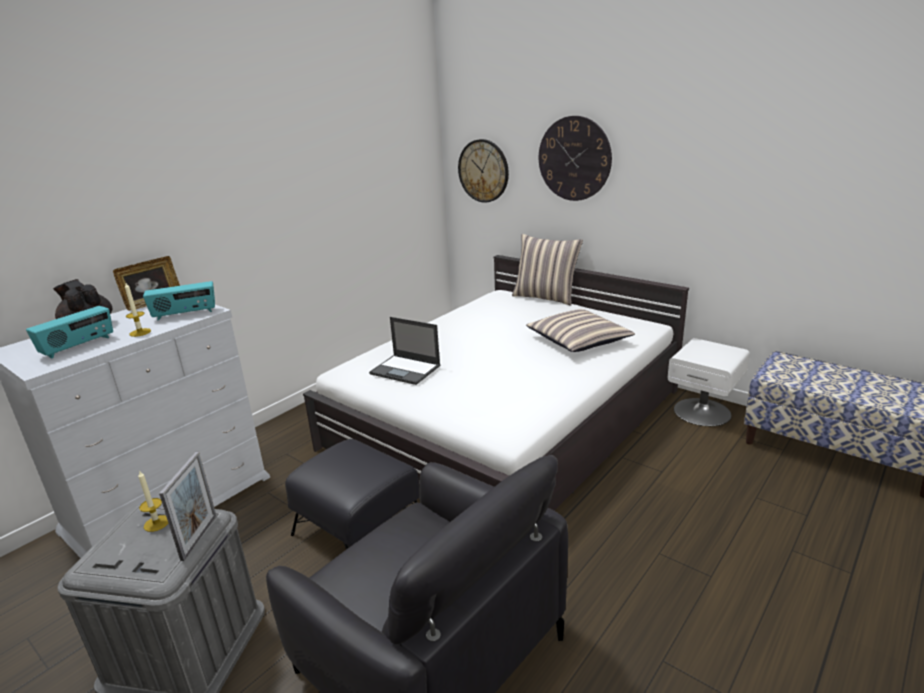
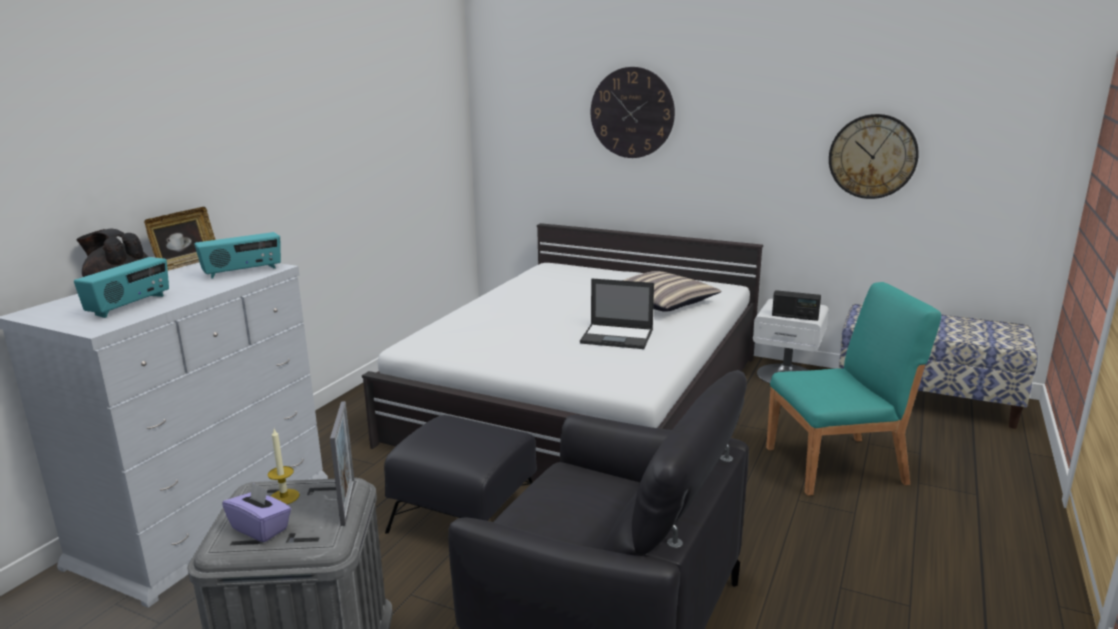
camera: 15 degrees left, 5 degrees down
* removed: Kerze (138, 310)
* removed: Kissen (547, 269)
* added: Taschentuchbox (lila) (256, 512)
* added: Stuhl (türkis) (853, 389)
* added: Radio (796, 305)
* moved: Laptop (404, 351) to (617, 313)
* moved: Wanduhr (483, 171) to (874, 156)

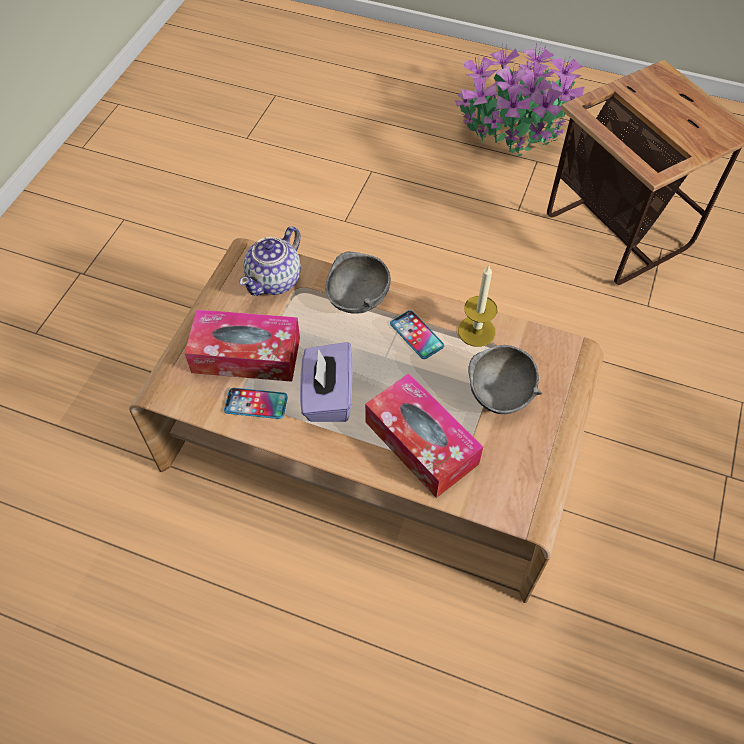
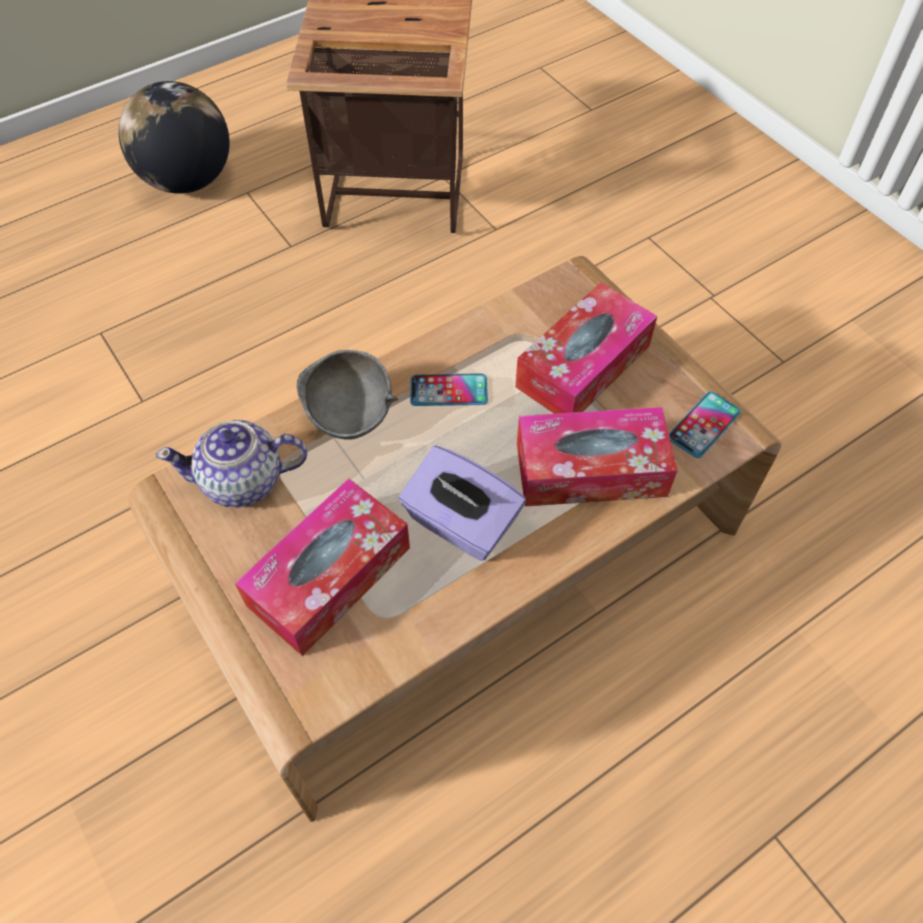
camera: 55 degrees left, 0 degrees up
* removed: Kerze (478, 306)
* moved: Handy (256, 403) to (705, 425)
* replaced: Topfpflanze (520, 99) to Globus (174, 137)
* replaced: Schüssel (grau) (505, 379) to Taschentuchbox (586, 348)
* turned: Teekanne (270, 261) = (231, 463) 105 degrees clockwise

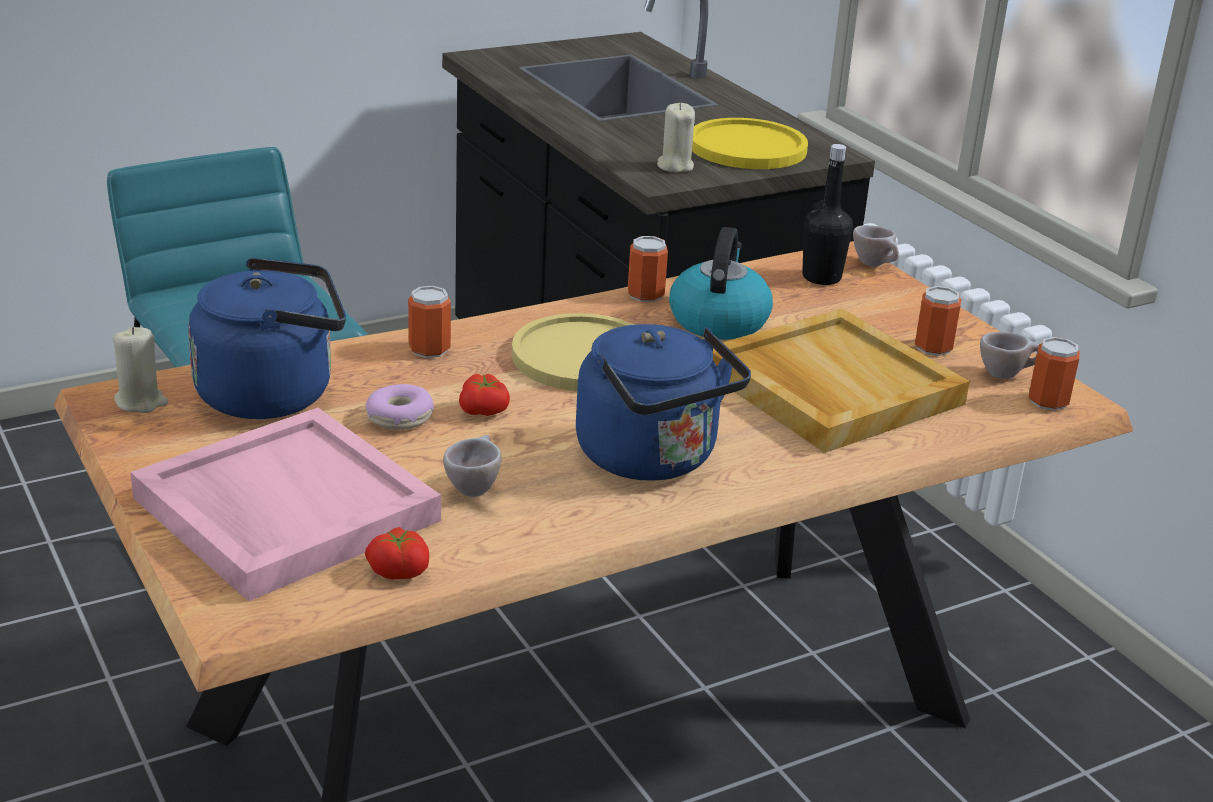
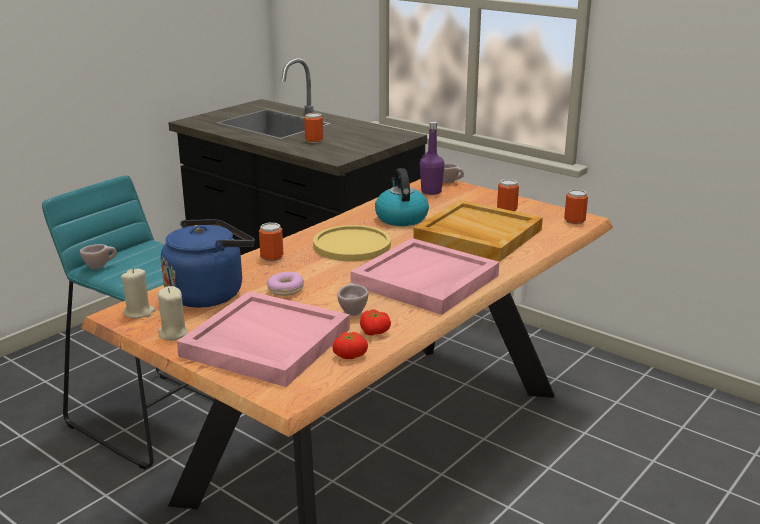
camera: 20 degrees left, 5 degrees down
* removed: Teller (gelb) (750, 143)
* moved: Tomate (484, 395) to (375, 322)
* moved: Dose (648, 269) to (313, 128)
* moved: Kerze (beige) (676, 137) to (173, 313)
* moved: Tasse (beige) (1009, 355) to (98, 256)
* replaced: Wasserkessel (blau) (663, 402) to Tablett (rosa) (425, 276)
* recoloured: Flasche (schwarz) (827, 214) to Flasche (lila) (432, 158)

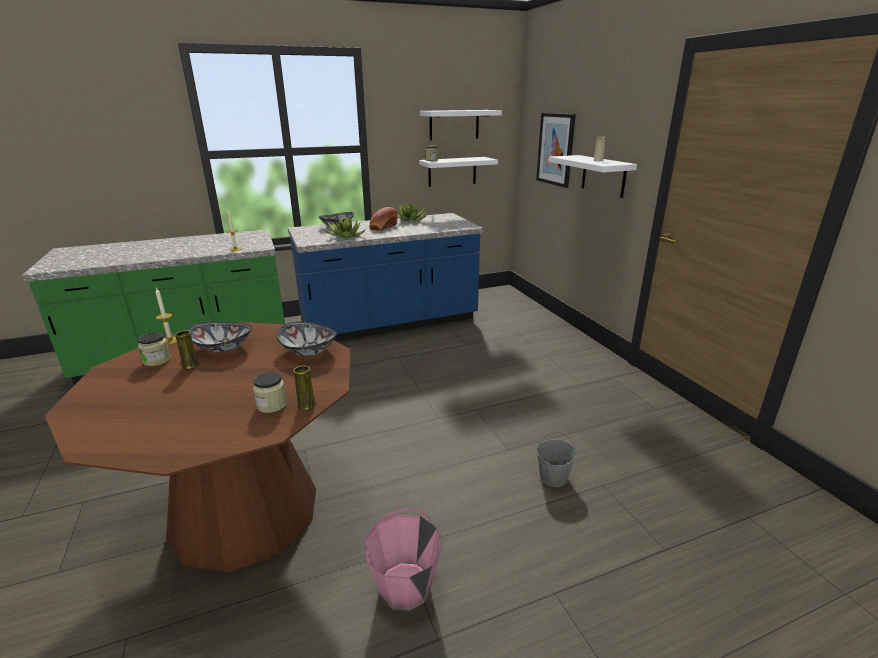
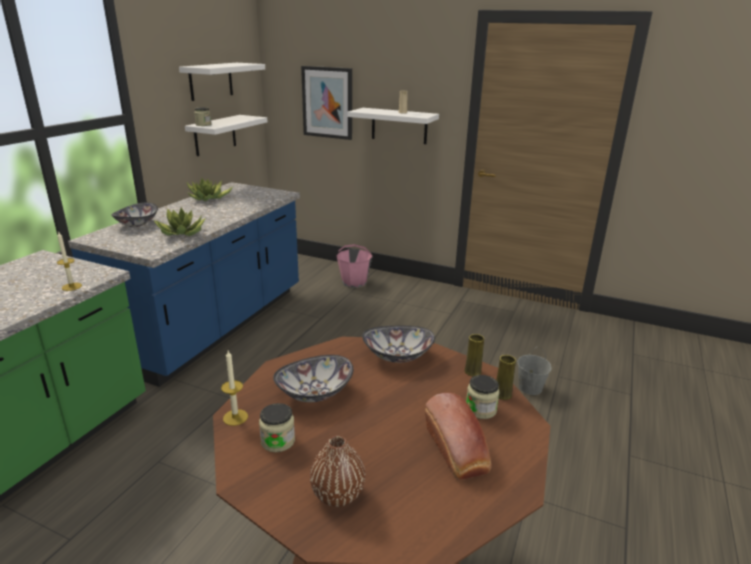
camera: 45 degrees left, 0 degrees up
* added: Vase (braun) (337, 470)
* moved: Vase (gelb) (187, 349) to (474, 355)
* moved: Eimer (rosa) (403, 559) to (355, 265)
* moved: Brot (383, 219) to (458, 436)

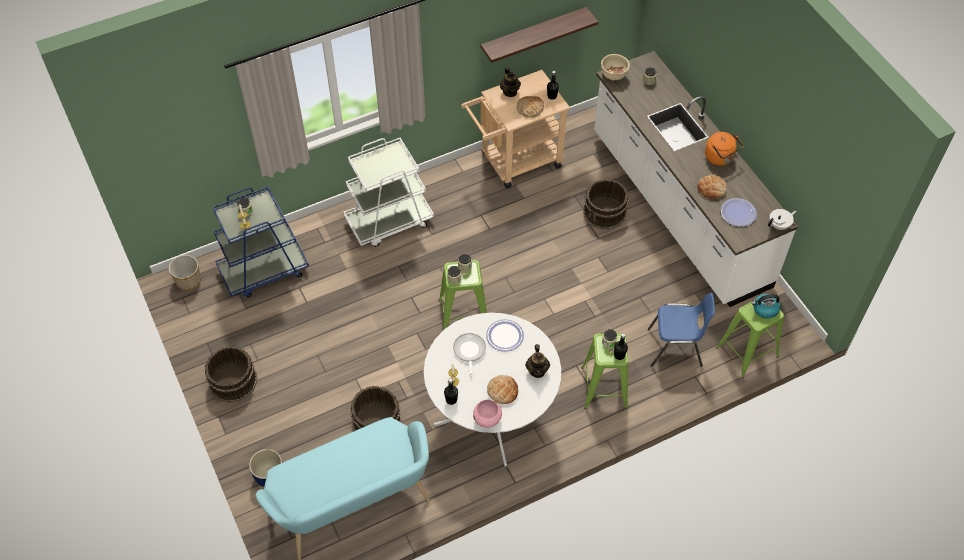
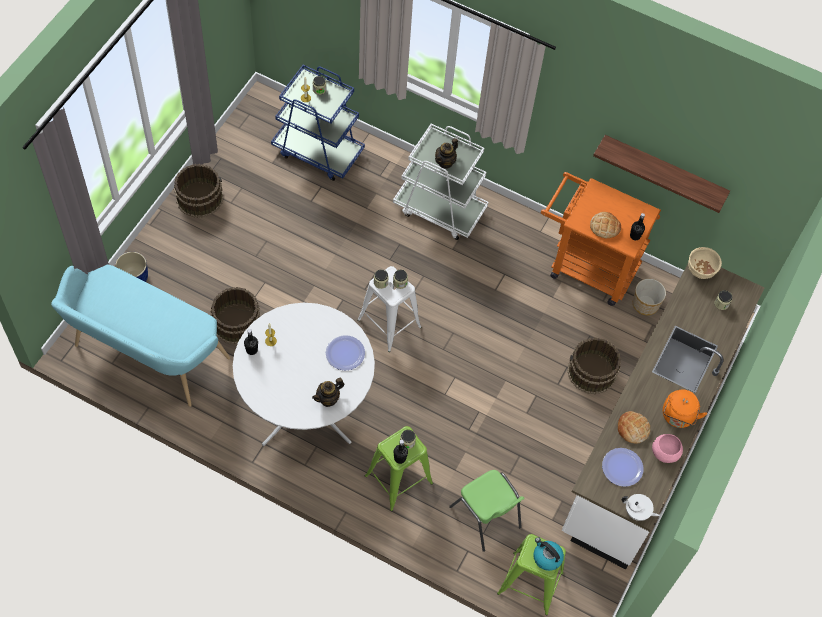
camera: 50 degrees right, 5 degrees up
* removed: Pfanne (469, 354)
* removed: Brot (502, 389)
* moved: Pflanzkübel (185, 272) to (649, 297)
* moved: Schüssel (rosa) (487, 414) to (667, 448)
* moved: Teekanne (510, 82) to (446, 153)
* recoloured: Hocker (grün) (463, 295) to Hocker (weiß) (389, 309)
* recoloured: Rollwagen (beige) (515, 129) to Rollwagen (orange) (601, 239)
* recoloured: Stuhl (blau) (681, 330) to Stuhl (grün) (486, 511)

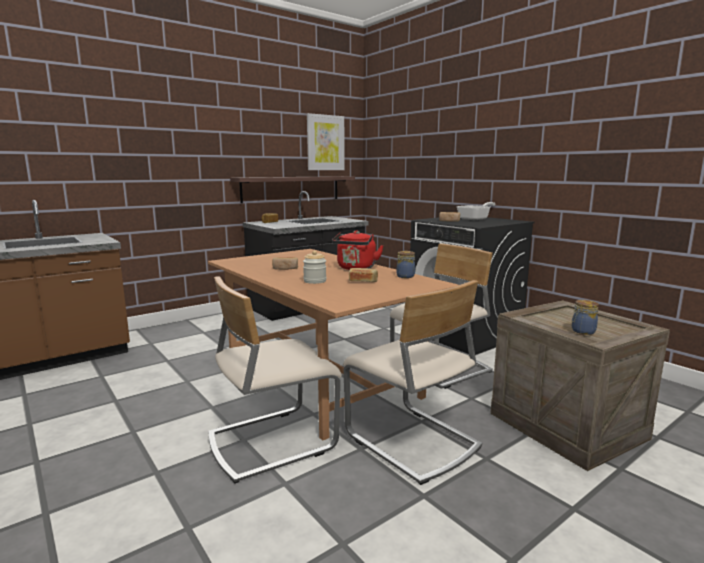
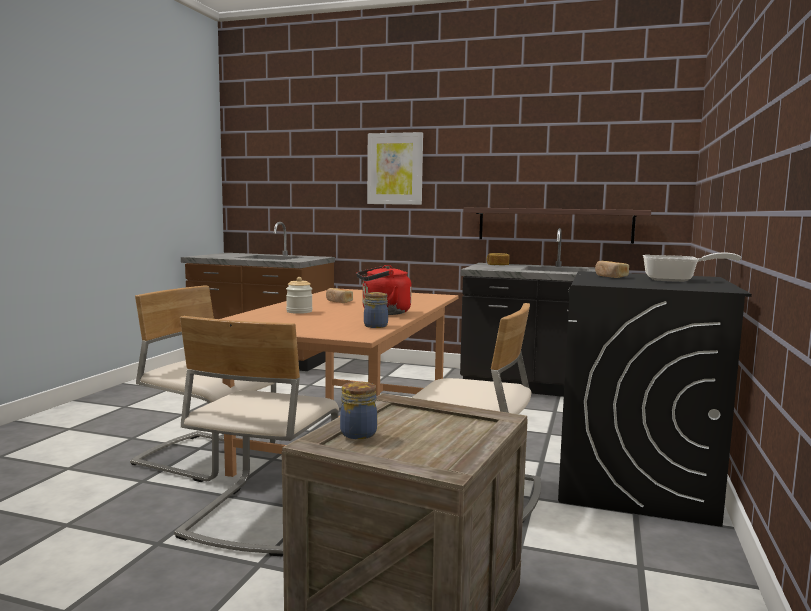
camera: 55 degrees right, 5 degrees down
* removed: Brot (363, 275)
* moved: Bild (326, 141) to (395, 168)

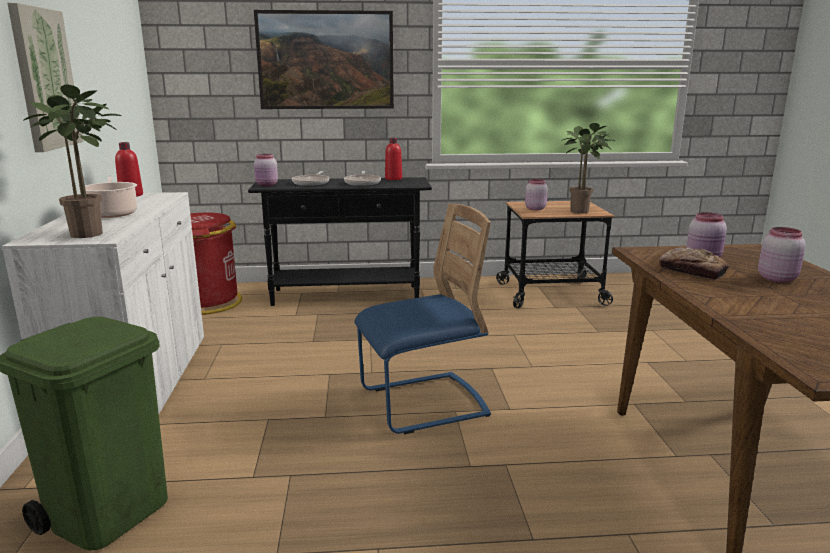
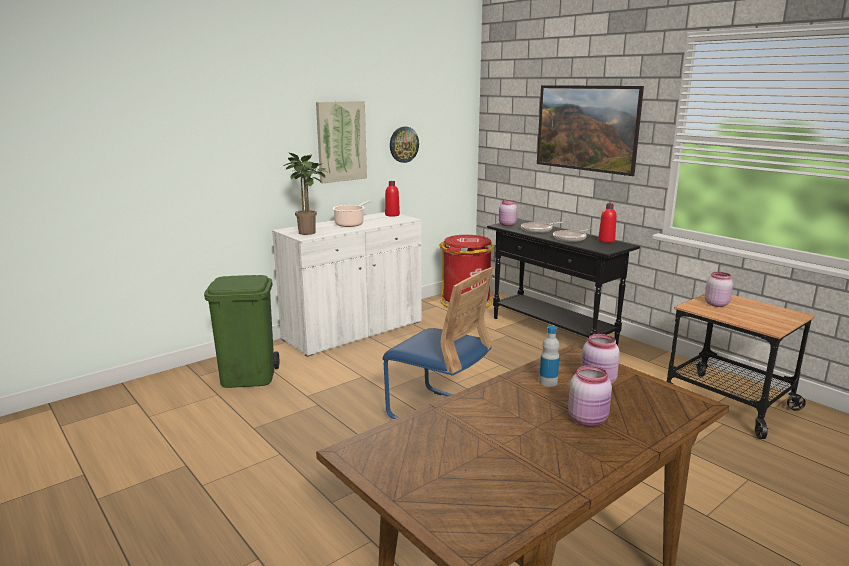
camera: 55 degrees right, 0 degrees up
* removed: Topfpflanze (588, 168)
* added: Wanduhr (404, 145)
* replaced: Brot (694, 263) to Flasche (549, 356)

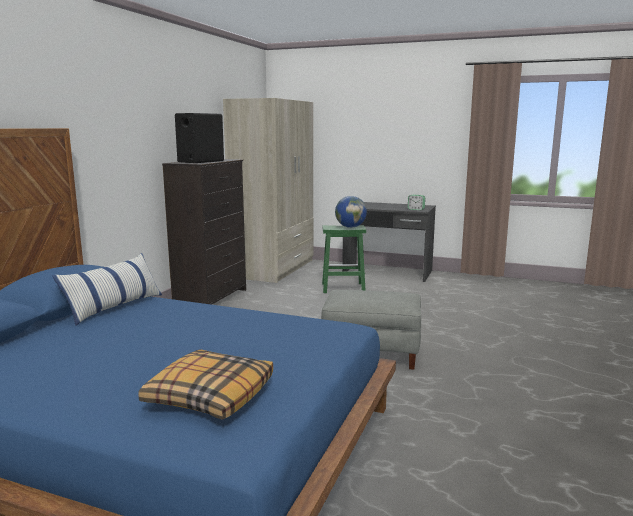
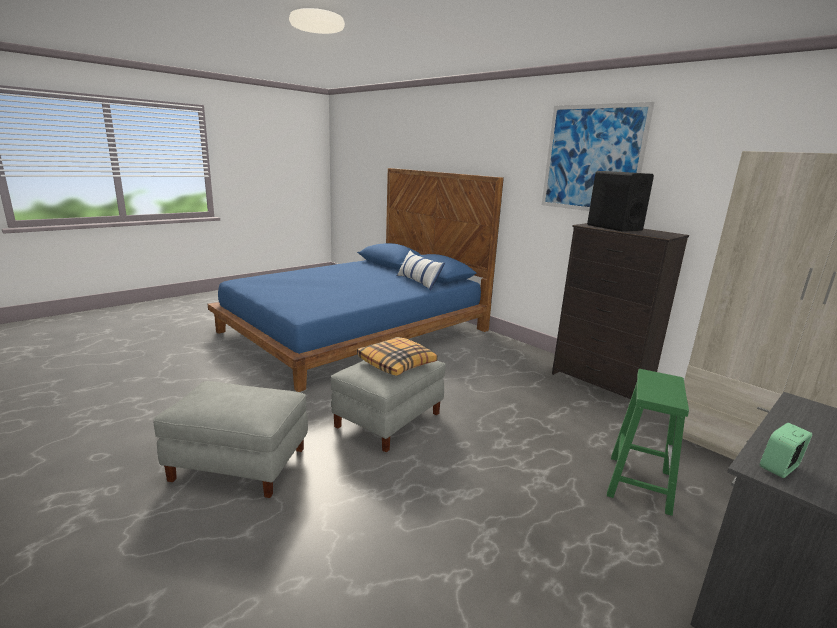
camera: 115 degrees right, 5 degrees up
* removed: Globus (351, 212)
* added: Polsterhocker (grau) (230, 439)
* added: Bild (598, 156)
* moved: Kissen (205, 384) to (397, 356)

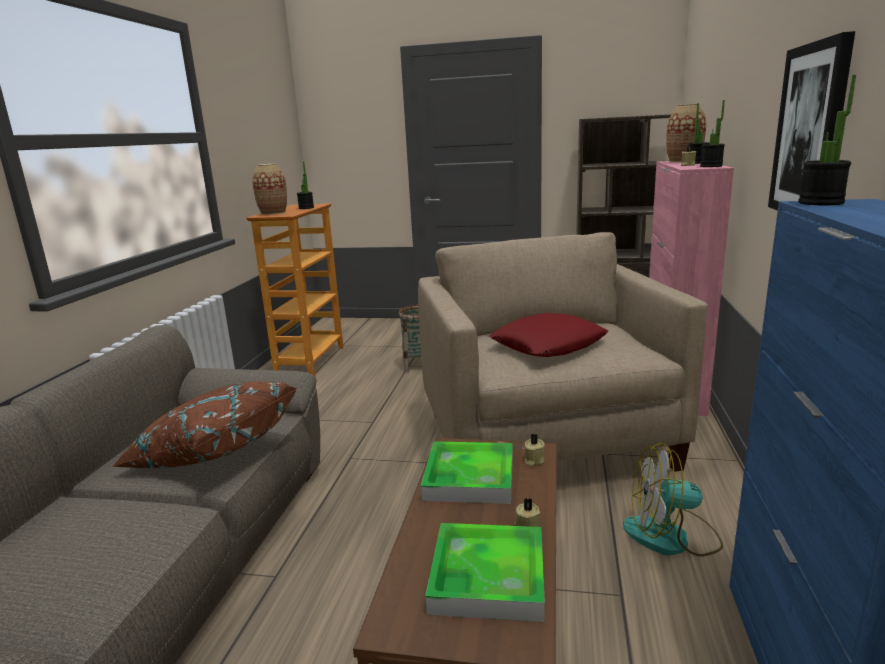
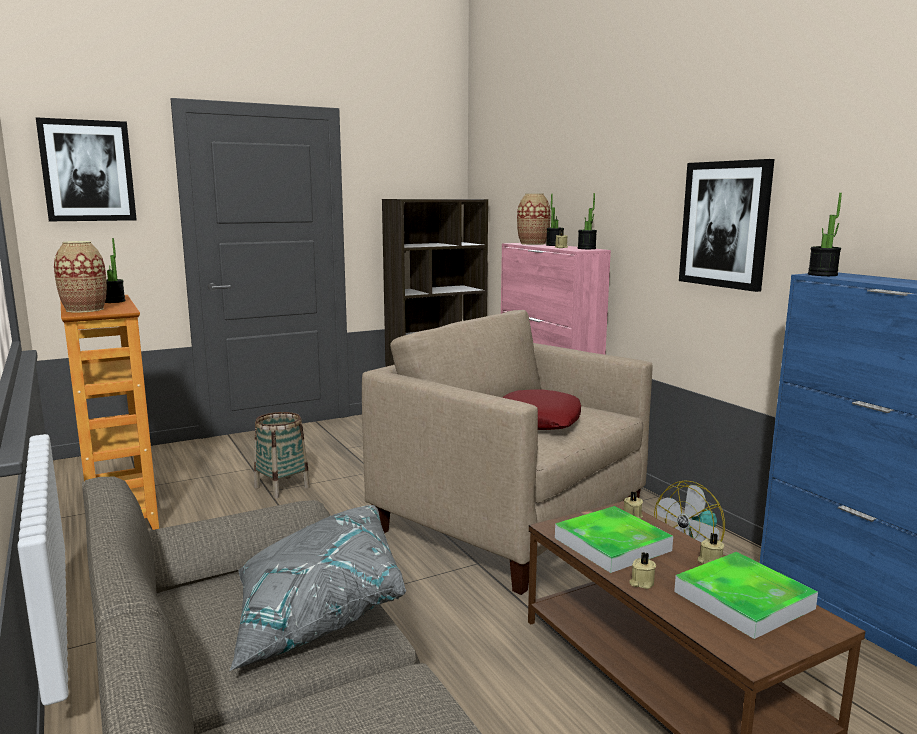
camera: 40 degrees left, 5 degrees down
* added: Bild (86, 169)
* added: Kerze (beige) (642, 570)
* recoloured: Kissen (braun) (204, 425) to Kissen (grau) (317, 588)

